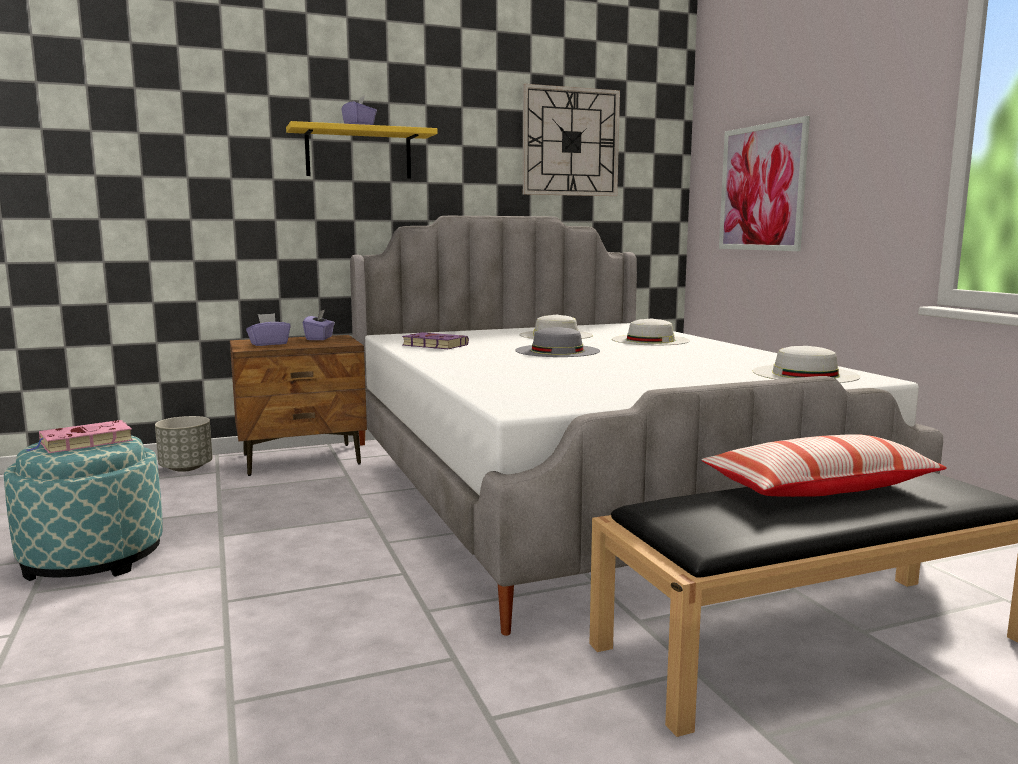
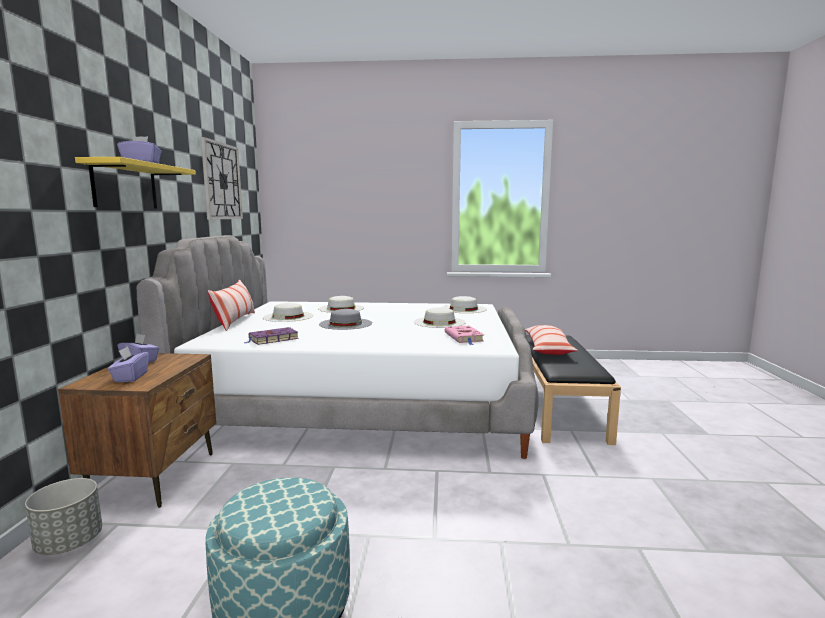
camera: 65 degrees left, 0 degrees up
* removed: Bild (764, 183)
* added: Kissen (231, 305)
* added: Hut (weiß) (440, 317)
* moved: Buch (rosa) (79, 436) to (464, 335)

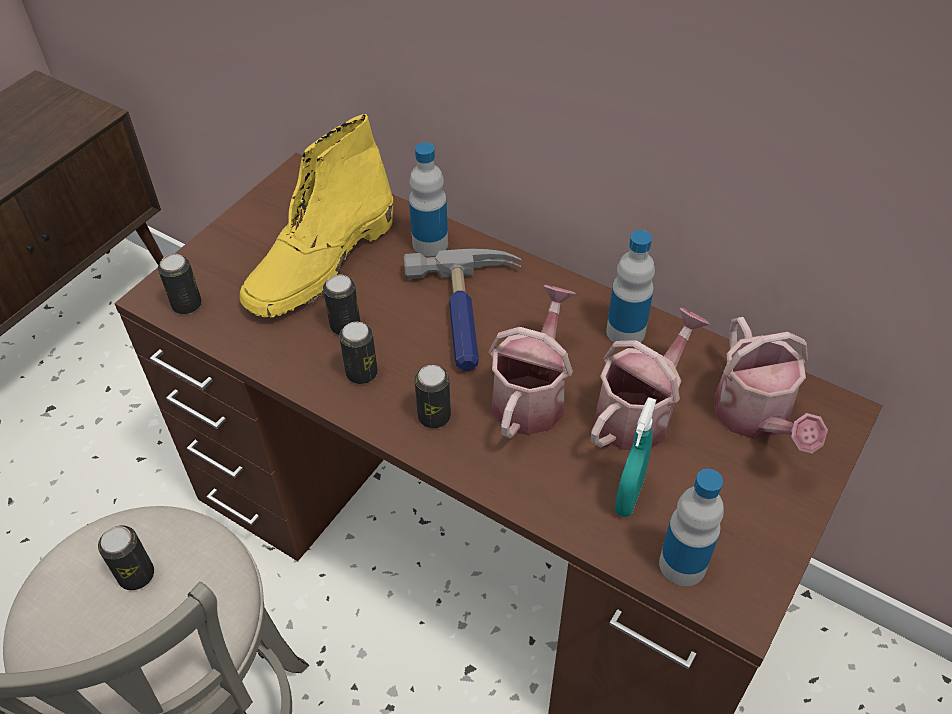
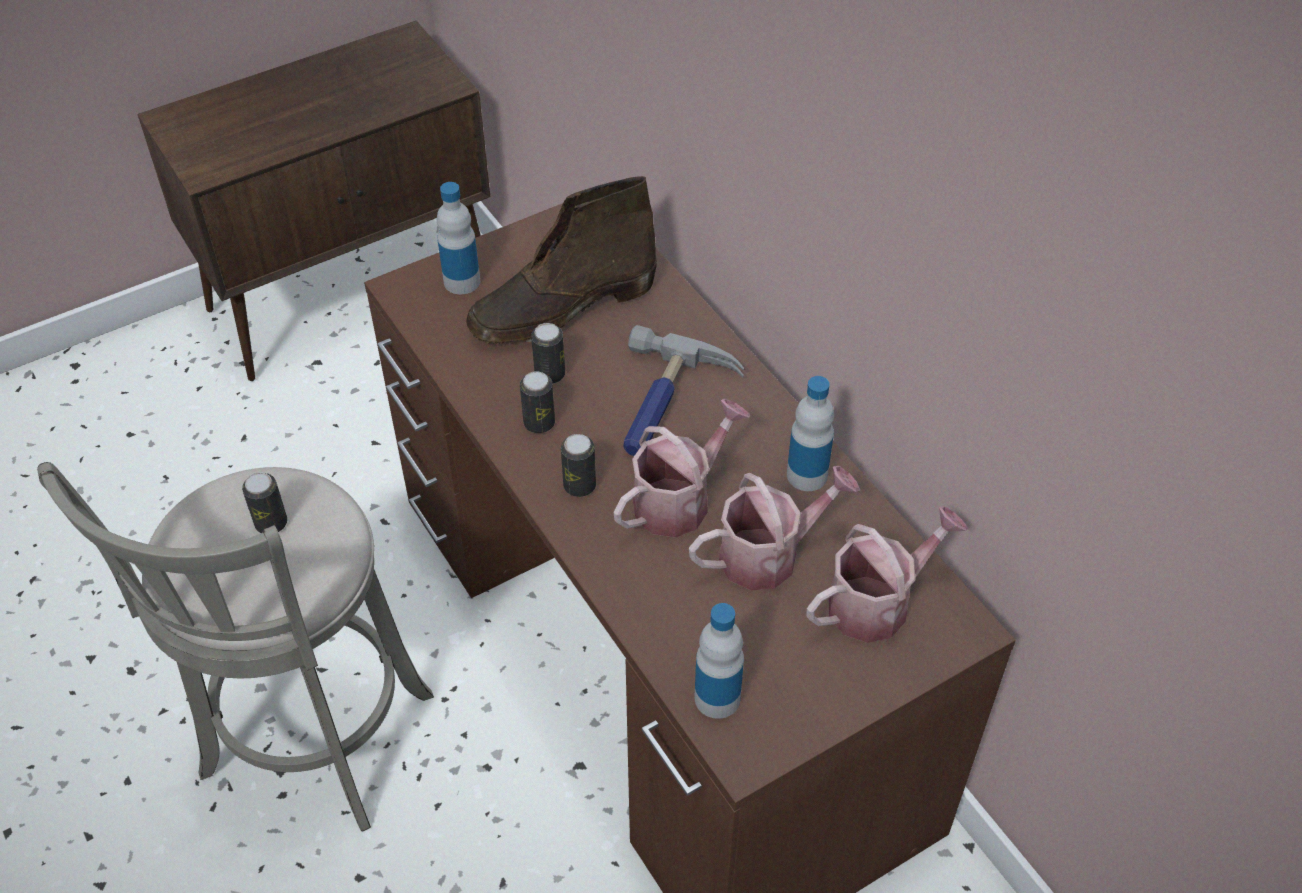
camera: 25 degrees right, 0 degrees up
* removed: Dose (180, 284)
* removed: Sprühflasche (türkis) (635, 457)
* moved: Flasche (428, 199) to (458, 238)
* recoloured: Stiefel (gelb) (316, 216) to Stiefel (braun) (561, 260)
* turned: Gießkanne (771, 385) = (887, 574) 135 degrees counterclockwise

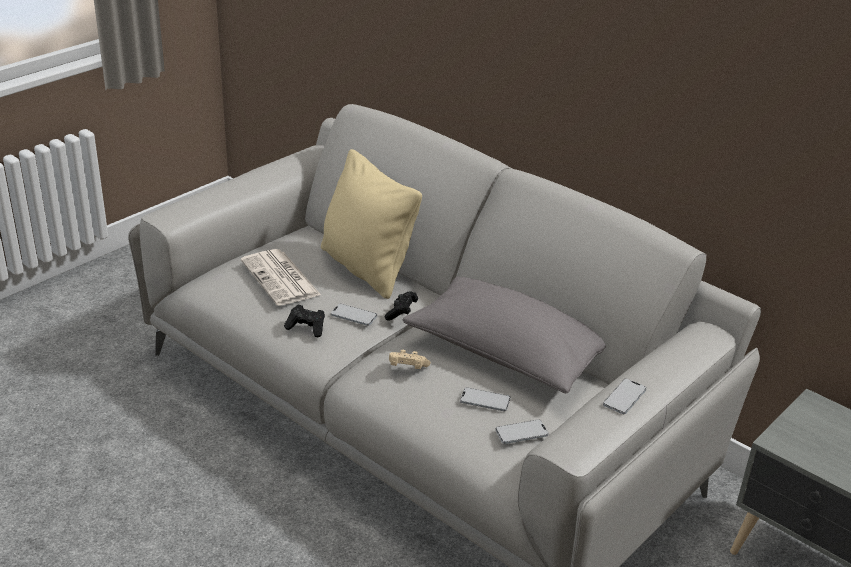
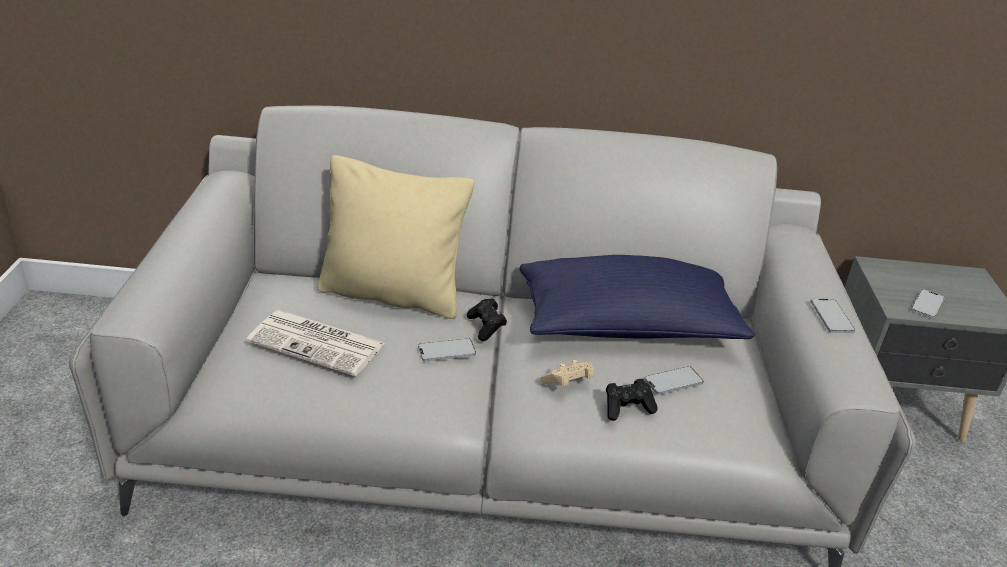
camera: 40 degrees left, 0 degrees up
* moved: Gamepad (schwarz) (304, 321) to (632, 400)
* moved: Handy (522, 432) to (928, 304)
* recoloured: Kissen (grau) (504, 334) to Kissen (blau) (636, 297)

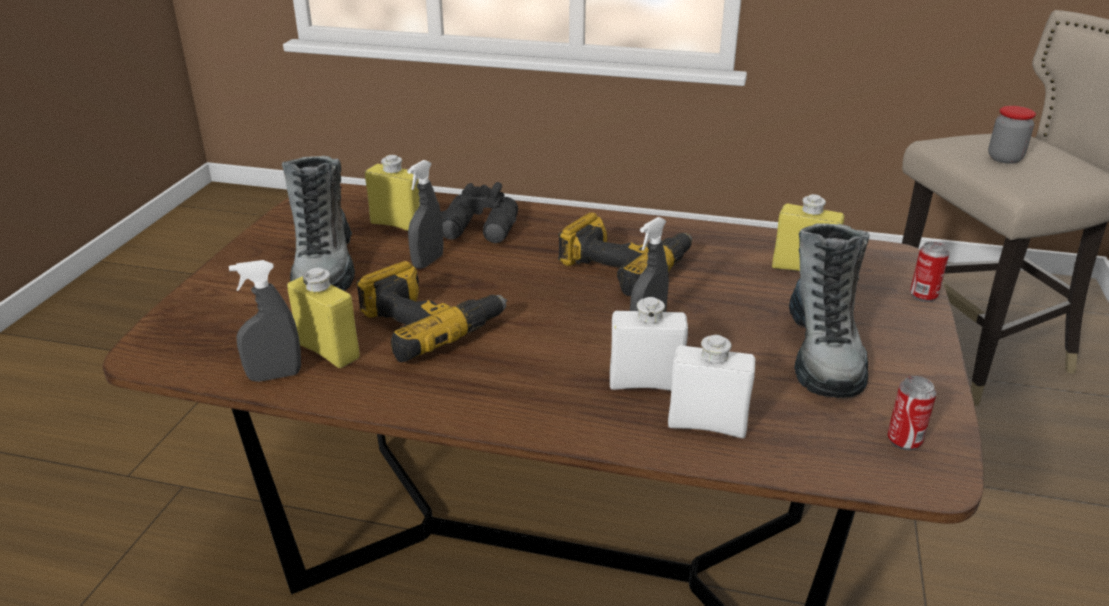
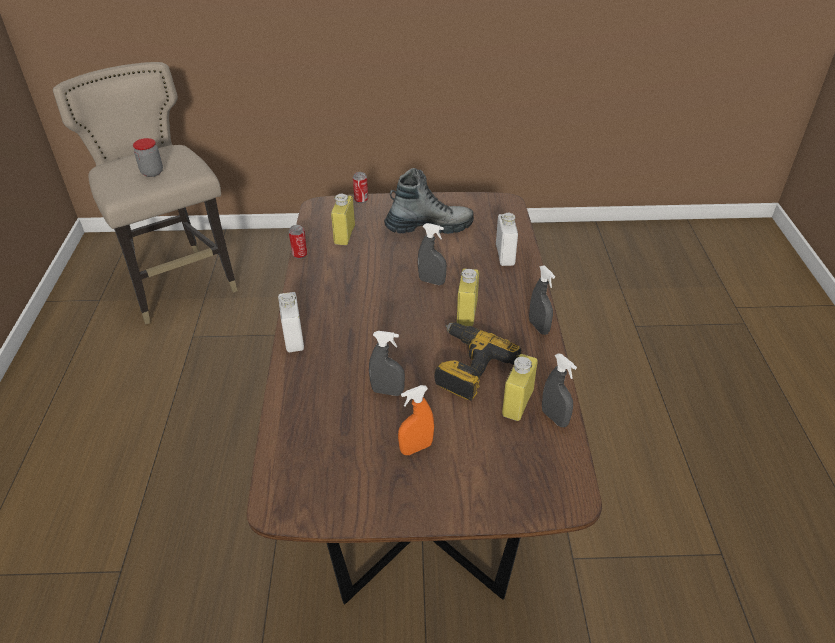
camera: 105 degrees left, 10 degrees up
* removed: Fernglas (schwarz) (479, 212)
* removed: Bohrmaschine (625, 254)
* added: Sprühflasche (grau) (542, 300)
* moved: Flasche (gelb) (392, 193) to (468, 297)
* moved: Flasche (weiß) (649, 344) to (291, 322)
* moved: Dose (912, 413) to (298, 242)
* replaced: Stiefel (318, 223) to Sprühflasche (orange) (416, 420)

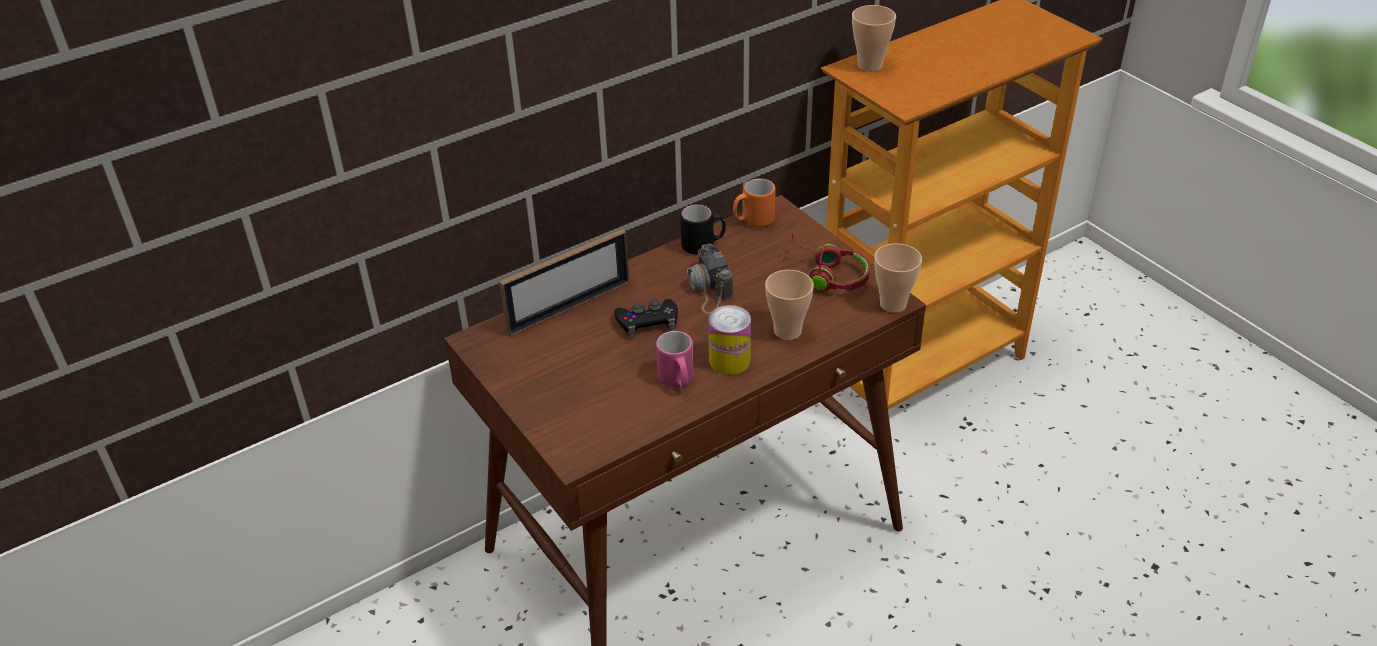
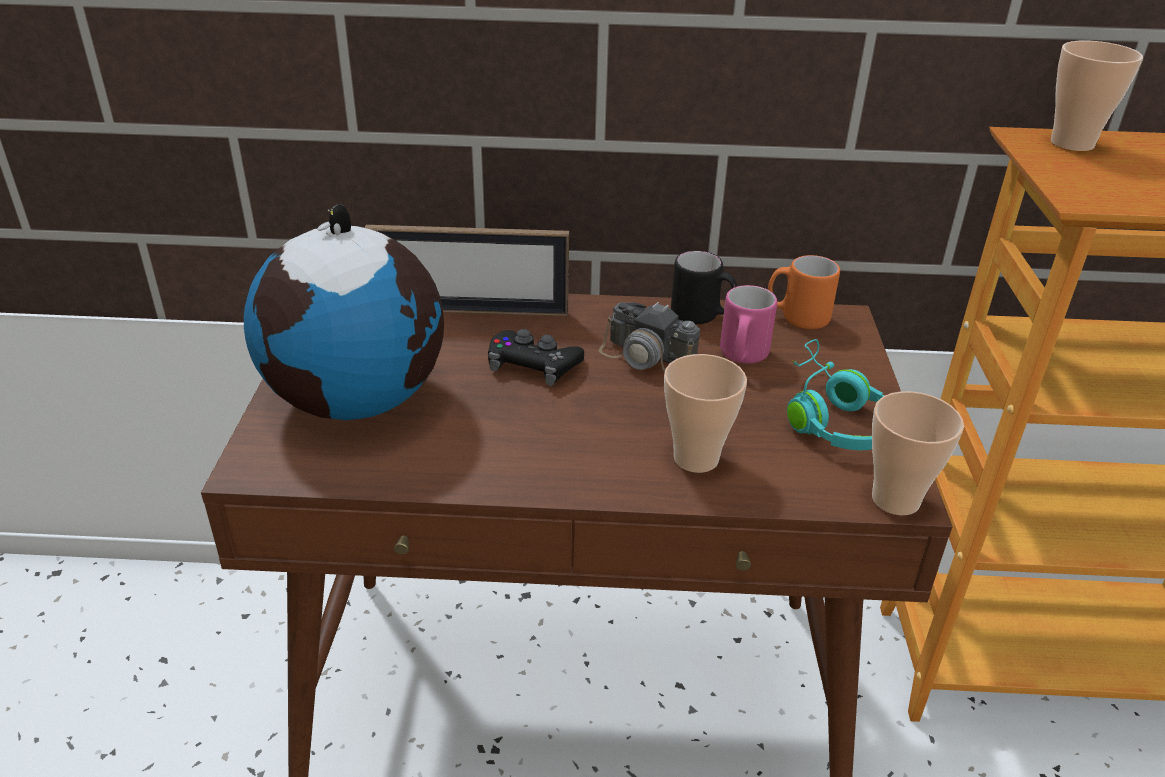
camera: 35 degrees right, 5 degrees down
* removed: Dose (729, 340)
* added: Globus (344, 312)
* moved: Henkelbecher (rosa) (675, 359) to (748, 324)
* recoloured: Kopfhörer (rot) (829, 262) to Kopfhörer (türkis) (835, 394)
* turned: Kamera (710, 278) = (649, 337) 75 degrees counterclockwise

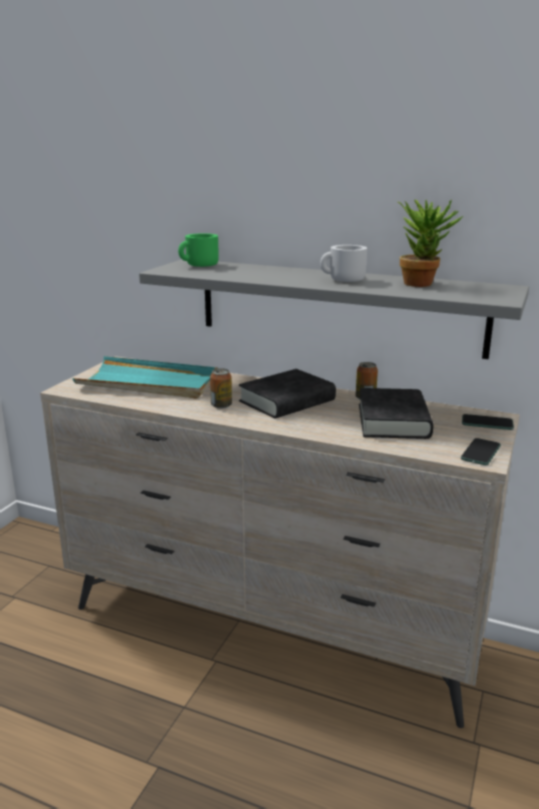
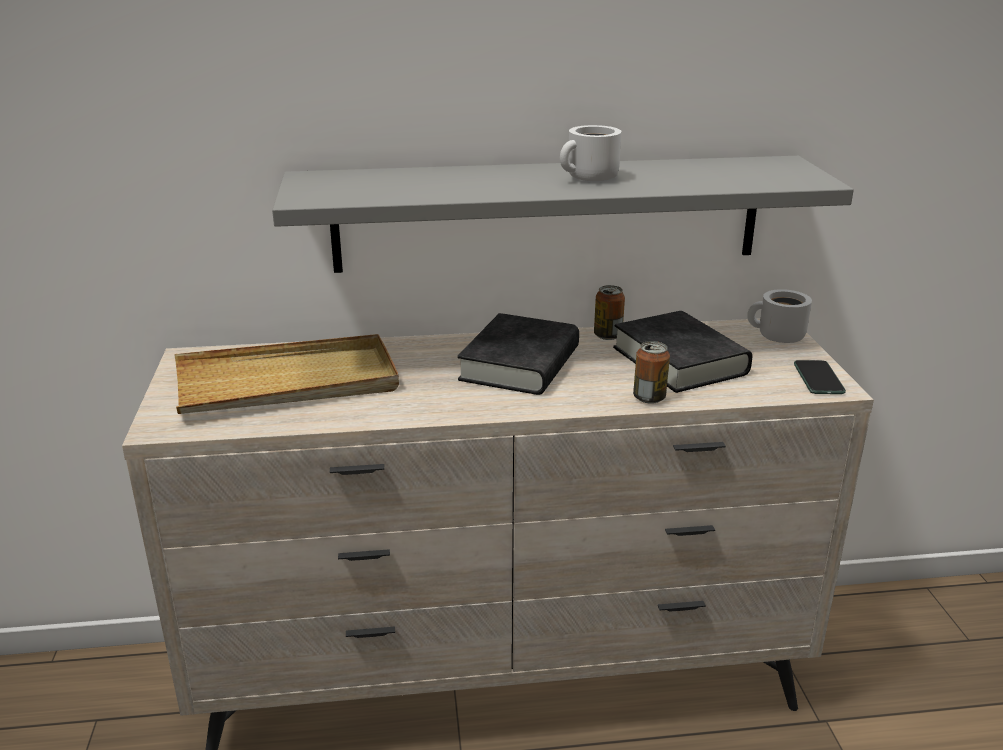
camera: 30 degrees left, 5 degrees up
* removed: Henkelbecher (grün) (198, 250)
* removed: Topfpflanze (431, 243)
* moved: Dose (221, 388) to (651, 372)
* replaced: Handy (488, 422) to Henkelbecher (weiß) (779, 316)
* recoloured: Tablett (türkis) (145, 377) to Tablett (beige) (286, 374)

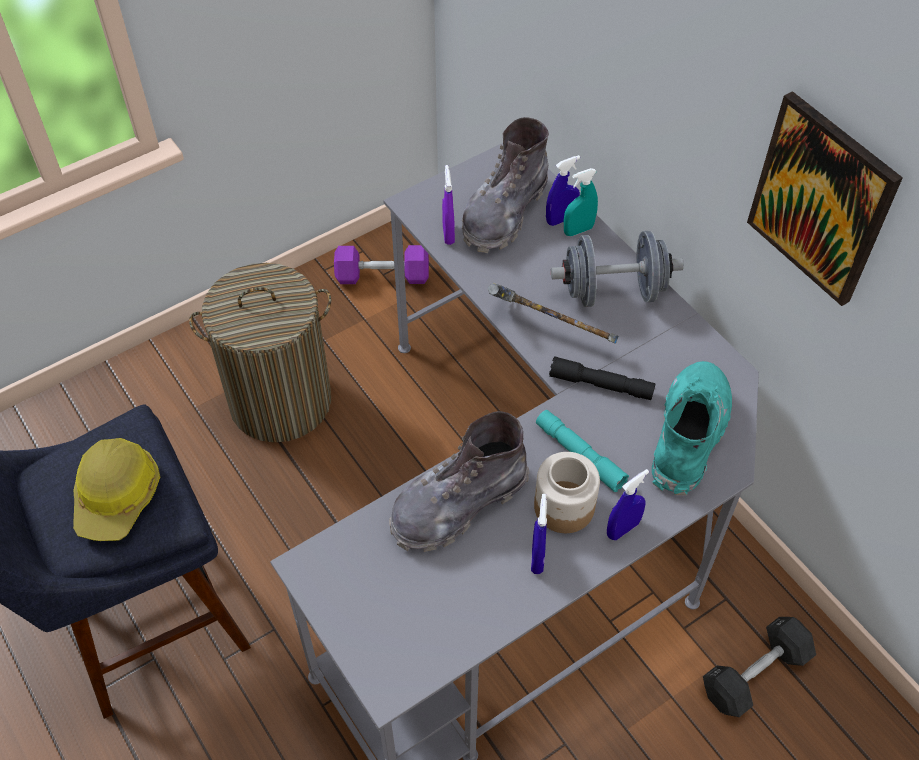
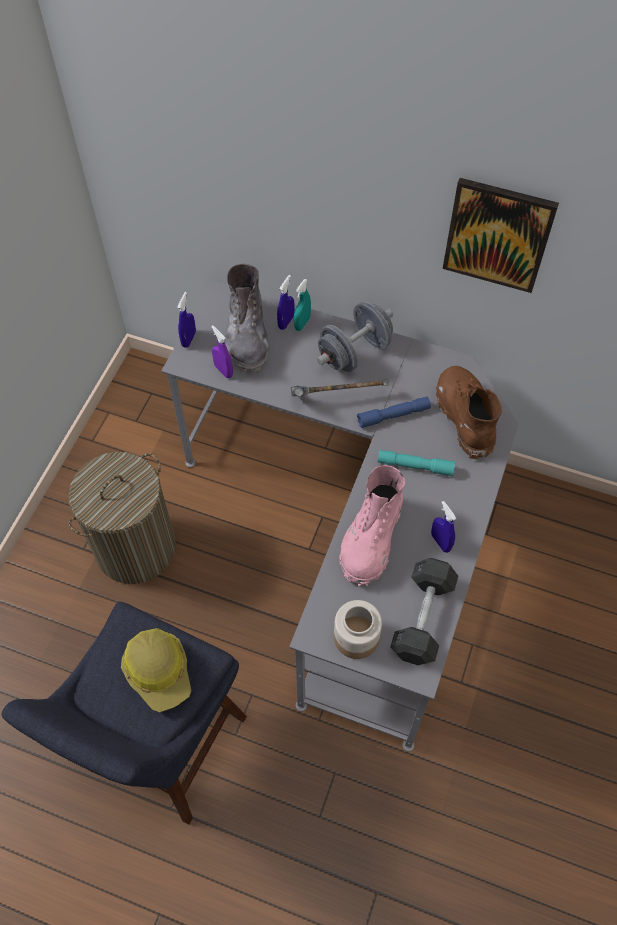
camera: 35 degrees left, 5 degrees up
* removed: Hantel (lila) (381, 264)
* moved: Vorratsglas (567, 492) to (358, 629)
* moved: Sprühflasche (blau) (628, 505) to (186, 320)
* moved: Hantel (grau) (759, 667) to (424, 611)
* recoloured: Stiefel (grau) (459, 481) to Stiefel (rosa) (372, 526)
* recoloured: Taschenlampe (schwarz) (602, 378) to Taschenlampe (blau) (394, 412)
* recoloured: Stiefel (türkis) (692, 428) to Stiefel (braun) (469, 413)

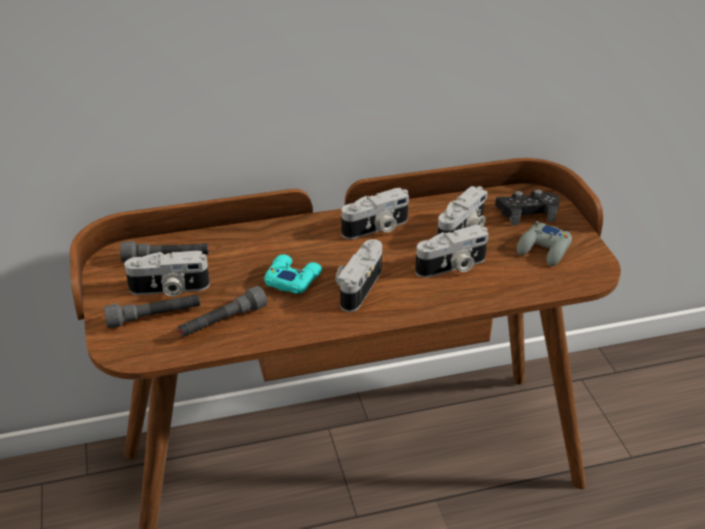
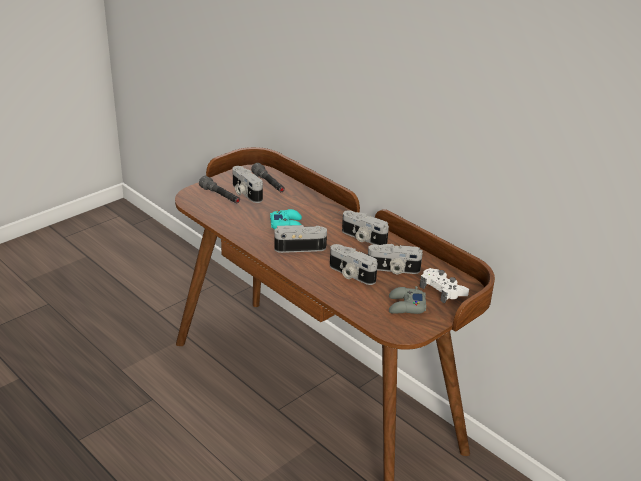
camera: 60 degrees right, 5 degrees down
* removed: Taschenlampe (grau) (222, 311)
* recoloured: Gamepad (schwarz) (527, 207) to Gamepad (weiß) (444, 286)

